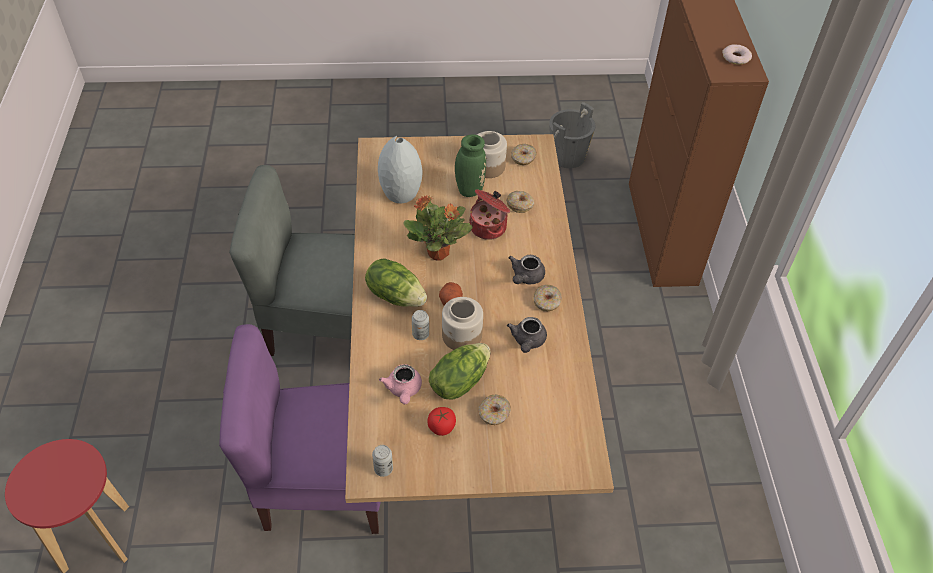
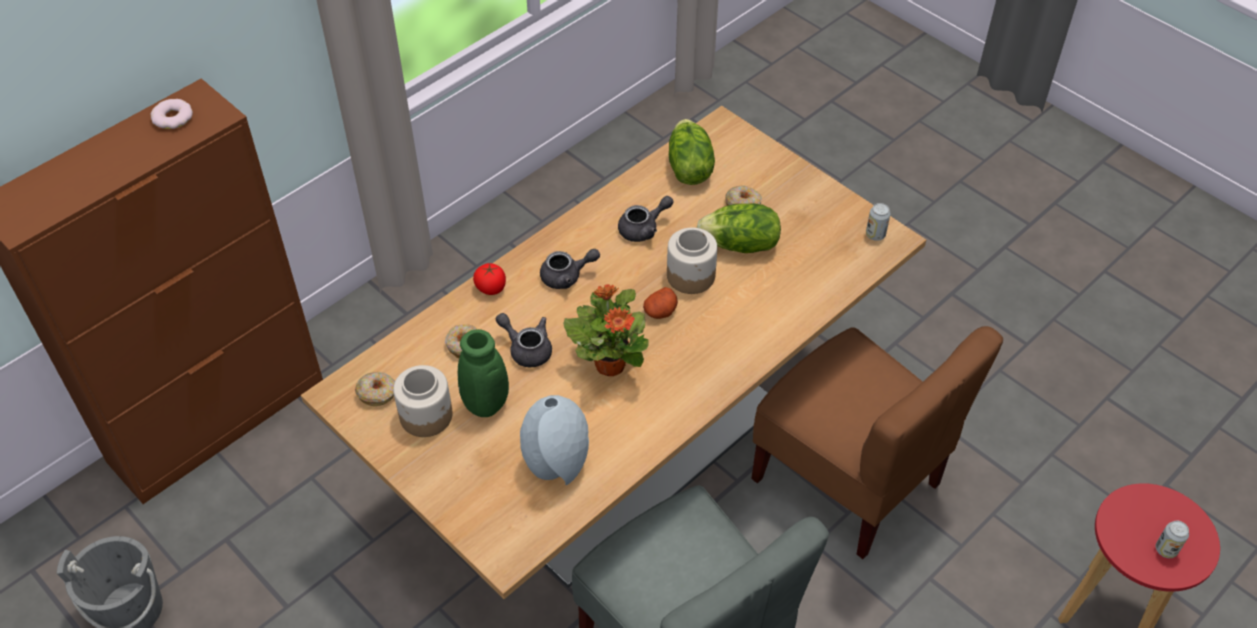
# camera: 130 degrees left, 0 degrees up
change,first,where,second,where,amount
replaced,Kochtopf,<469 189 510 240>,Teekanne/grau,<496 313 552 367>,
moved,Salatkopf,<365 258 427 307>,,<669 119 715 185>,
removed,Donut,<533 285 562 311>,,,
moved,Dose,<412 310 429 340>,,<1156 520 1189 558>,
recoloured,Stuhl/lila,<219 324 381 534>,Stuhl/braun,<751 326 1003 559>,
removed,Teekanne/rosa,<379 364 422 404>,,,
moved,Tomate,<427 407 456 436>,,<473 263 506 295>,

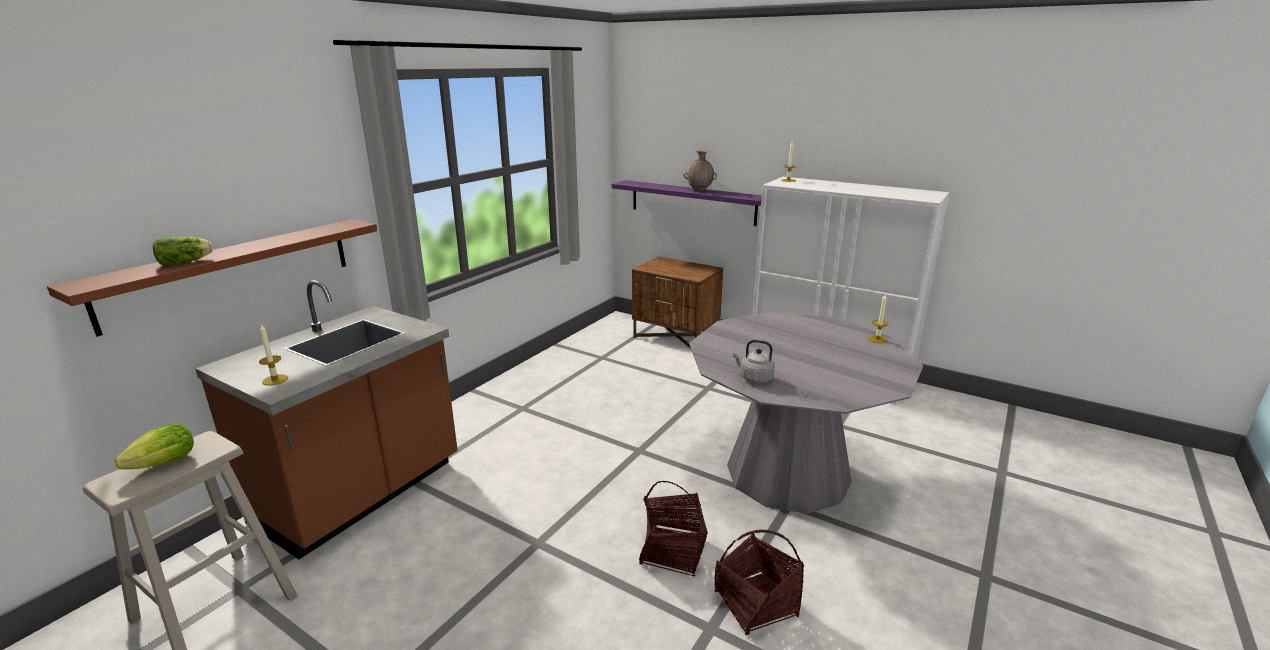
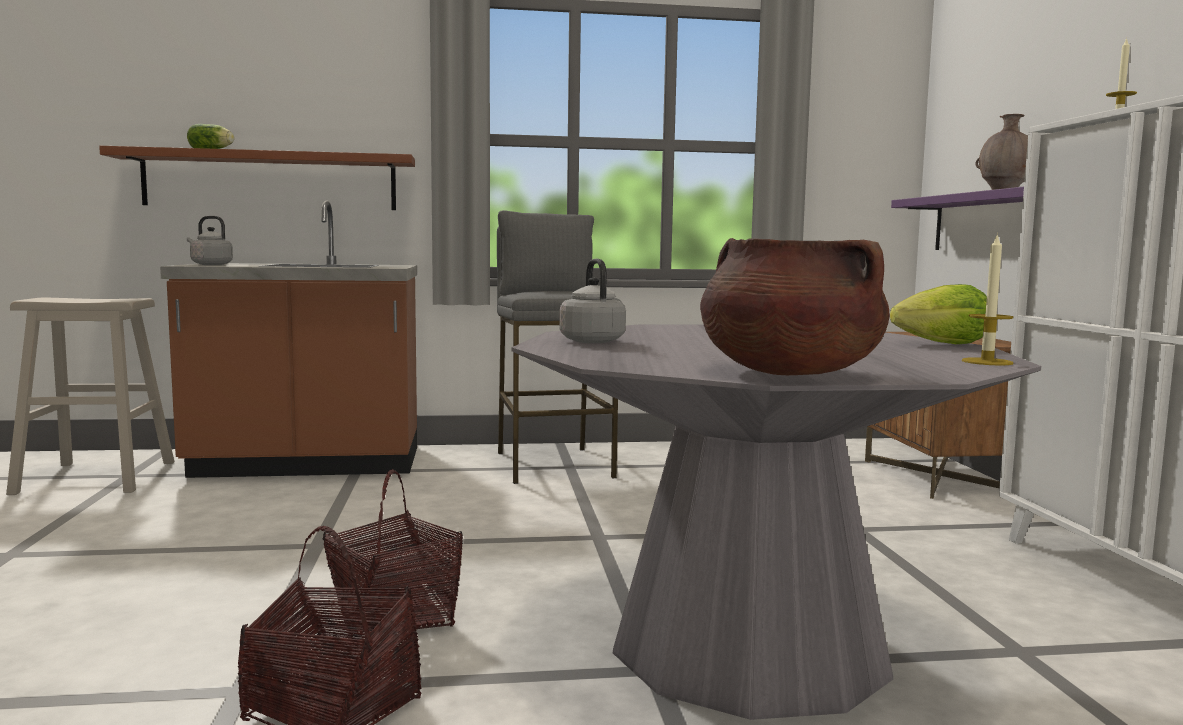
# camera: 50 degrees right, 15 degrees down
change,first,where,second,where,amount
replaced,Kerze,<259 324 288 386>,Wasserkessel/grau,<187 216 233 265>,
moved,Salatkopf,<115 423 194 469>,,<890 284 987 344>,
added,,,Hocker/grau,<497 210 622 484>,
added,,,Kochtopf/braun,<700 238 890 375>,

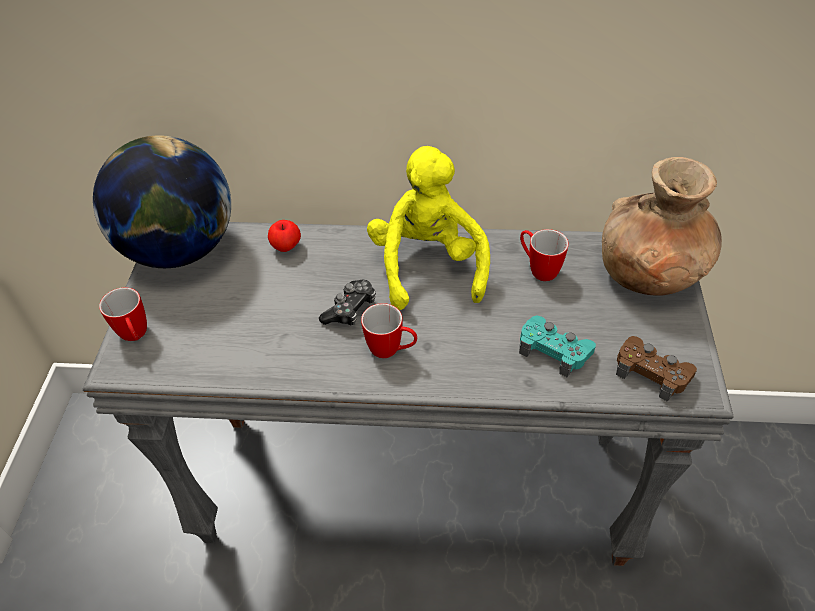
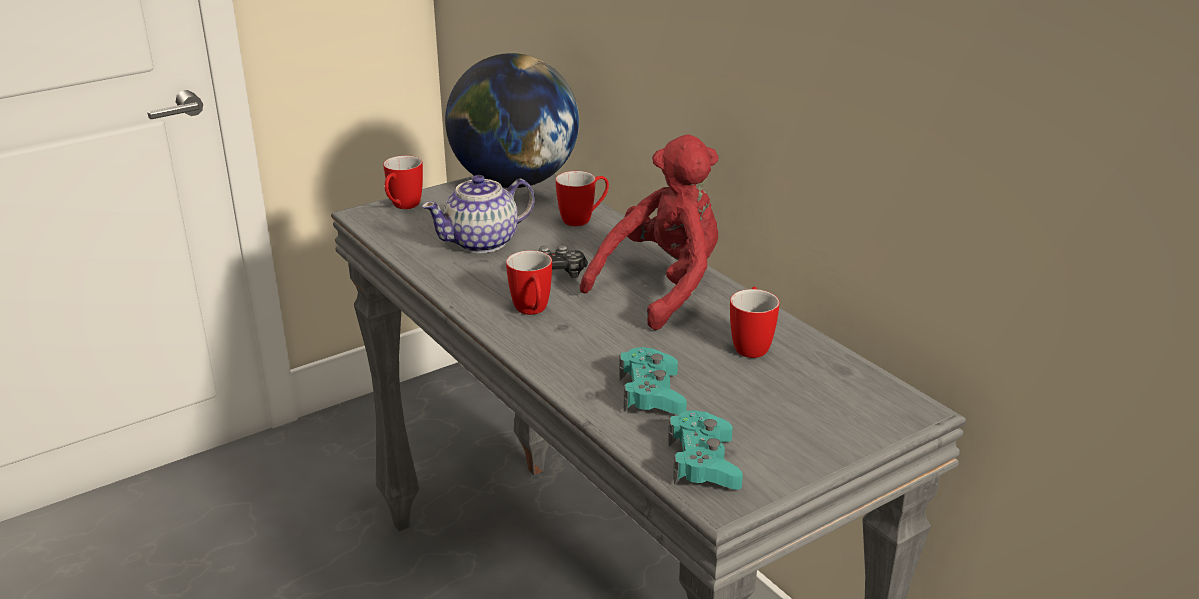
# camera: 50 degrees right, 20 degrees down
change,first,where,second,where,amount
recoloured,Plüschtier/gelb,<367 146 490 310>,Plüschtier/rot,<580 134 719 330>,
removed,Vase/braun,<602 157 722 296>,,,
replaced,Apfel,<268 220 301 252>,Henkelbecher,<555 171 609 226>,
recoloured,Gamepad/braun,<616 336 697 402>,Gamepad/türkis,<668 411 743 490>,
added,,,Teekanne,<422 175 535 253>,

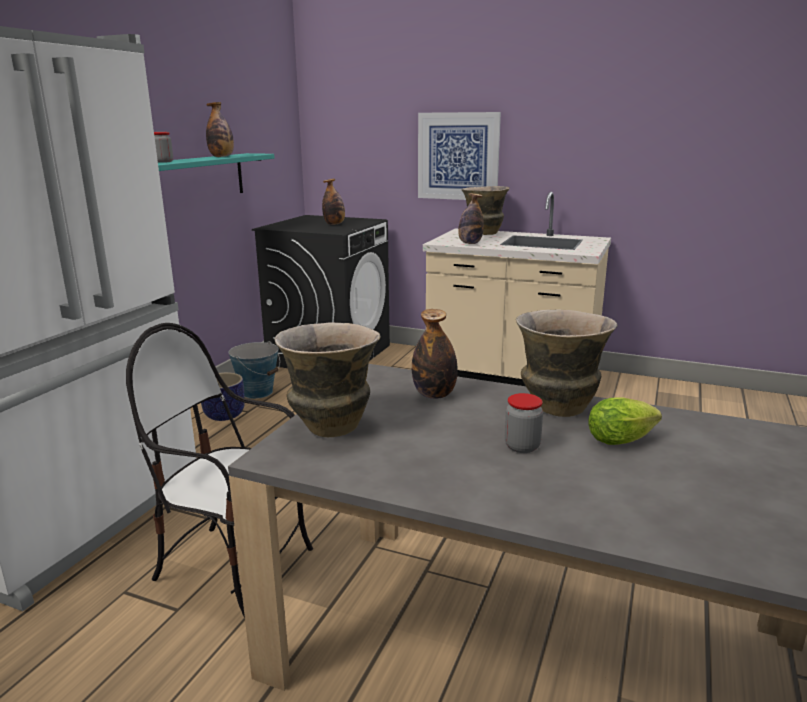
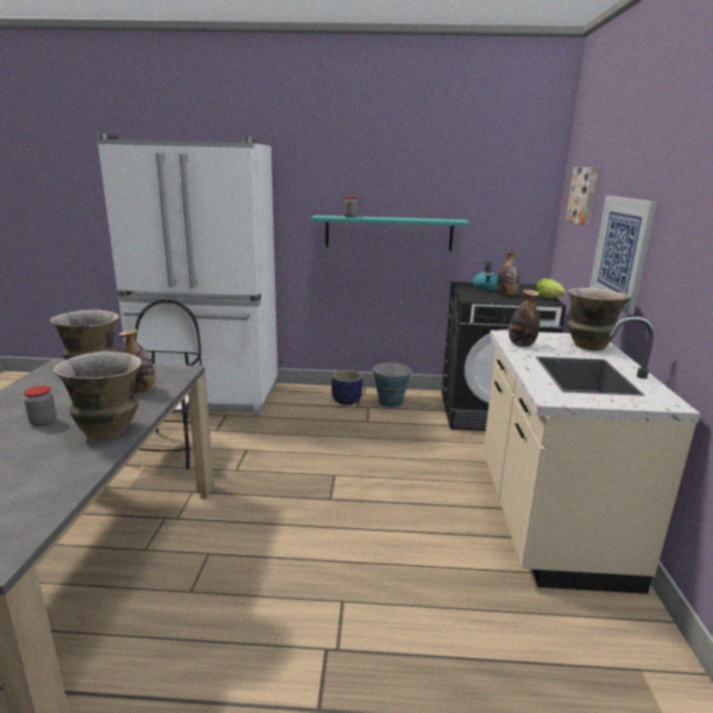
# camera: 70 degrees right, 0 degrees up
change,first,where,second,where,amount
removed,Flasche,<206 102 234 157>,,,
moved,Salatkopf,<589 397 662 445>,,<535 278 566 298>,
added,,,Bild,<566 167 598 226>,
added,,,Wasserkessel,<472 261 498 291>,

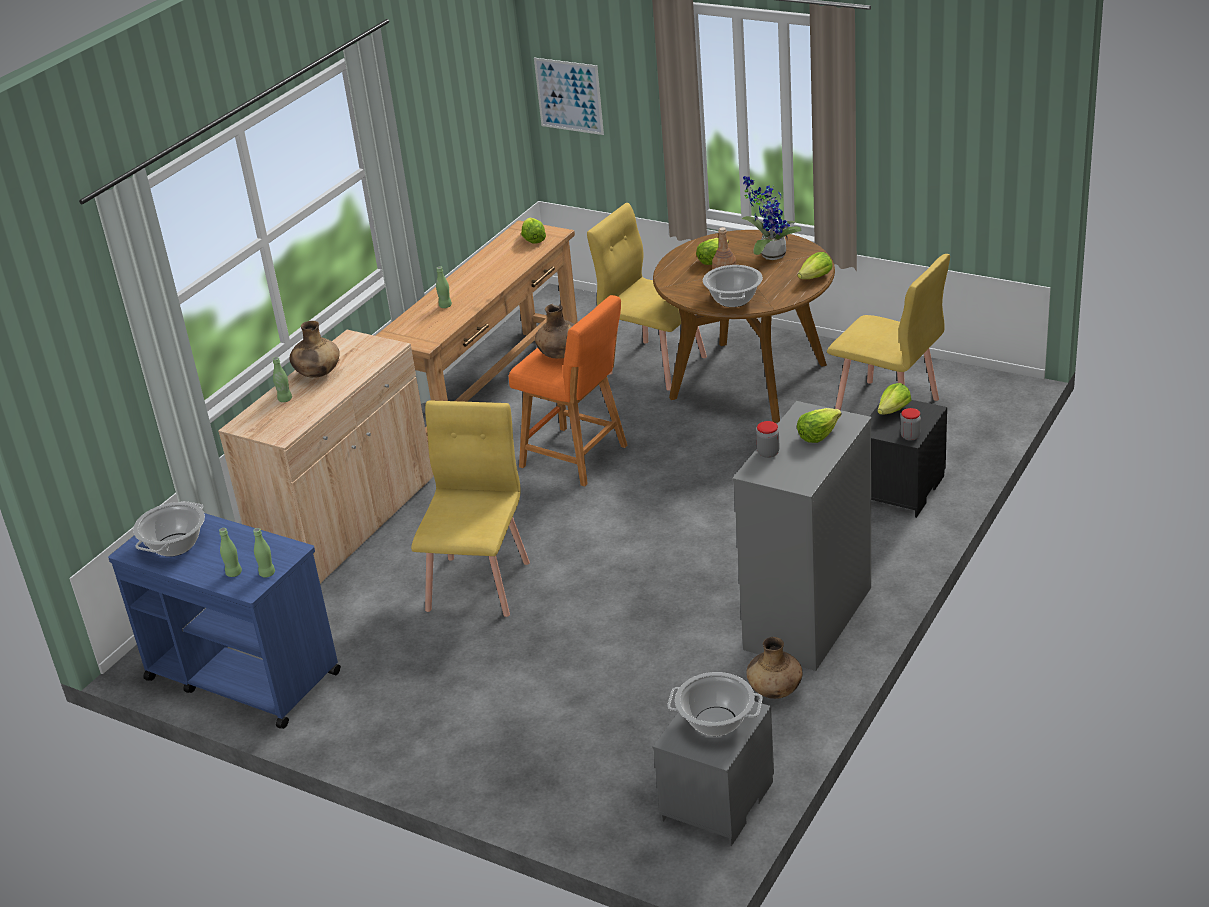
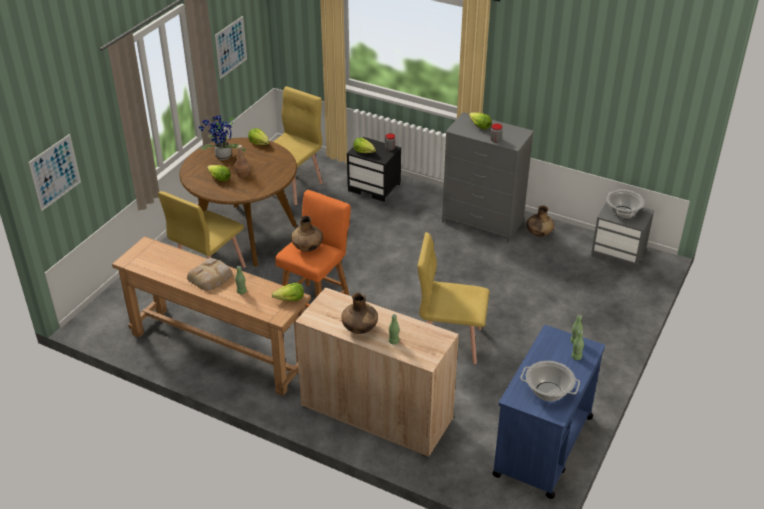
# camera: 95 degrees left, 5 degrees up
change,first,where,second,where,amount
moved,Salatkopf,<521 218 546 244>,,<272 283 304 301>,
removed,Kochtopf,<703 265 763 307>,,,
added,,,Bild,<215 16 247 79>,
added,,,Brot,<187 258 233 291>,

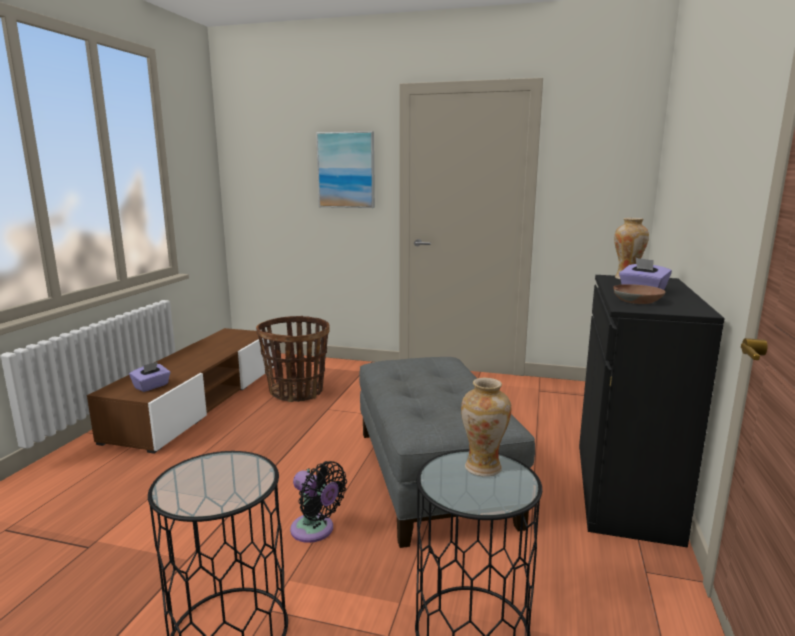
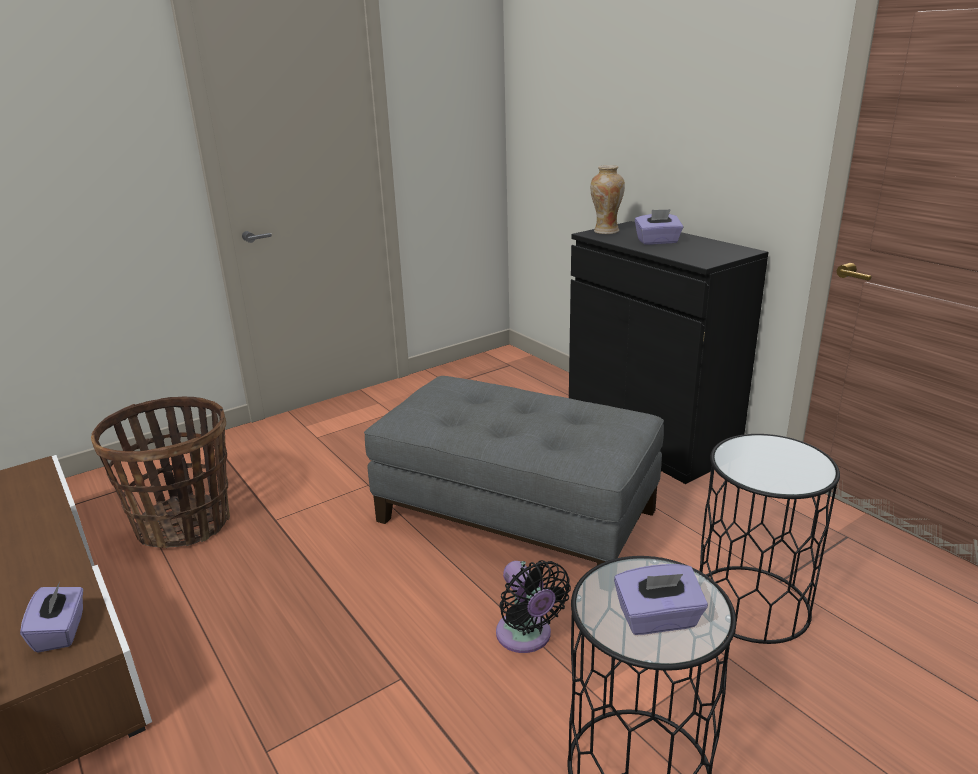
# camera: 50 degrees left, 10 degrees up
change,first,where,second,where,amount
removed,Bild,<316 131 375 208>,,,
removed,Schüssel/braun,<613 284 665 304>,,,
removed,Vase,<461 378 511 476>,,,
turned,Ventilator/schwarz,<290 461 347 543>,,<496 560 571 653>,75 degrees clockwise
added,,,Taschentuchbox/lila,<614 564 708 635>,

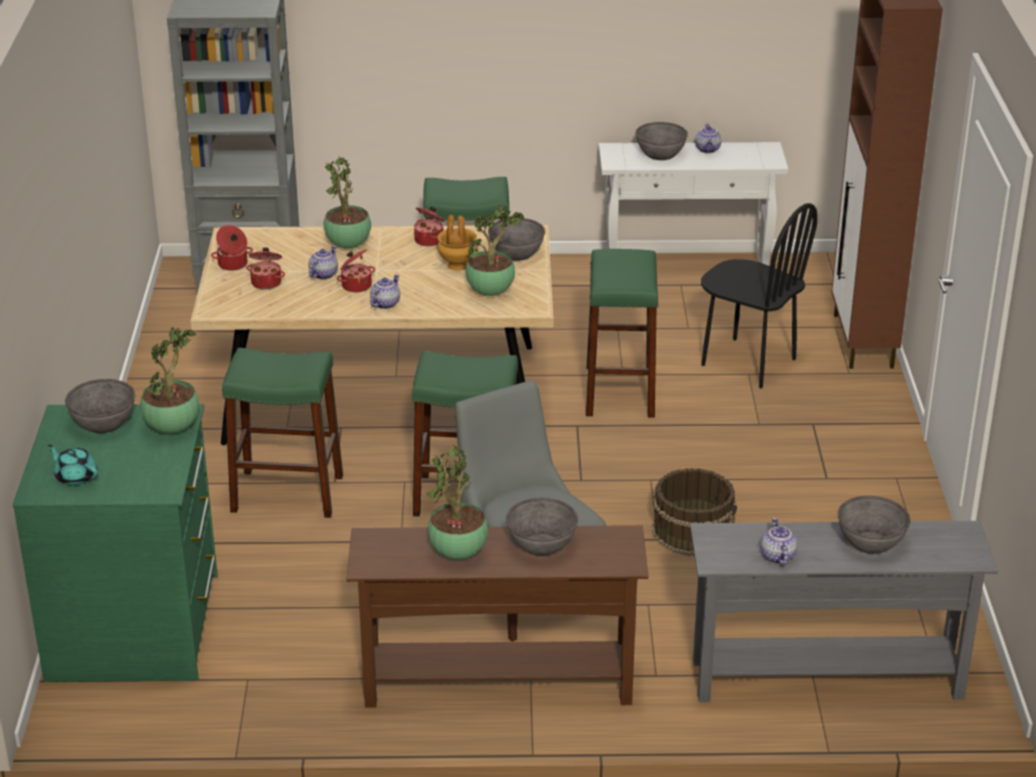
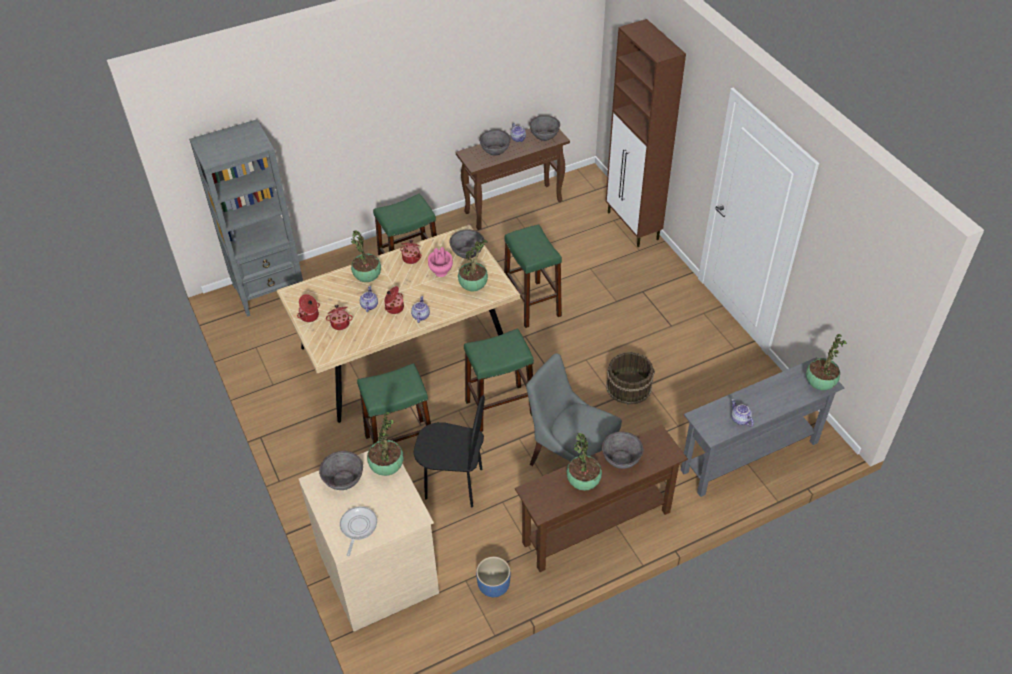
# camera: 25 degrees left, 15 degrees up
change,first,where,second,where,amount
recoloured,Konsolentisch/weiß,<599 142 788 266>,Konsolentisch/braun,<456 129 570 230>,
moved,Stuhl/schwarz,<701 203 818 388>,,<413 395 485 507>,
recoloured,Vase/braun,<437 215 478 271>,Vase/rosa,<428 247 453 277>,
recoloured,Kommode/grün,<13 404 218 682>,Kommode/beige,<299 451 439 632>,
replaced,Teekanne/türkis,<48 445 97 486>,Pfanne,<340 506 377 556>,
moved,Schüssel/grau,<838 496 910 554>,,<529 115 560 141>,
added,,,Topfpflanze,<806 334 847 390>,
added,,,Pflanzkübel/blau,<476 557 511 597>,

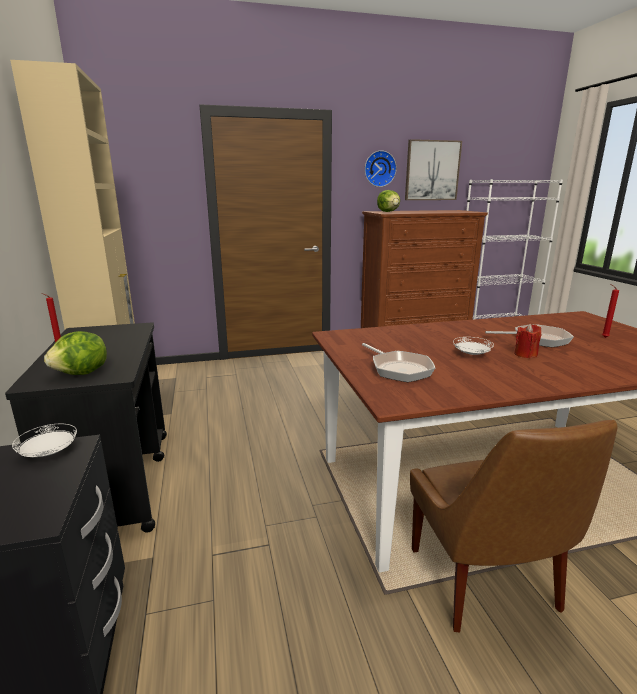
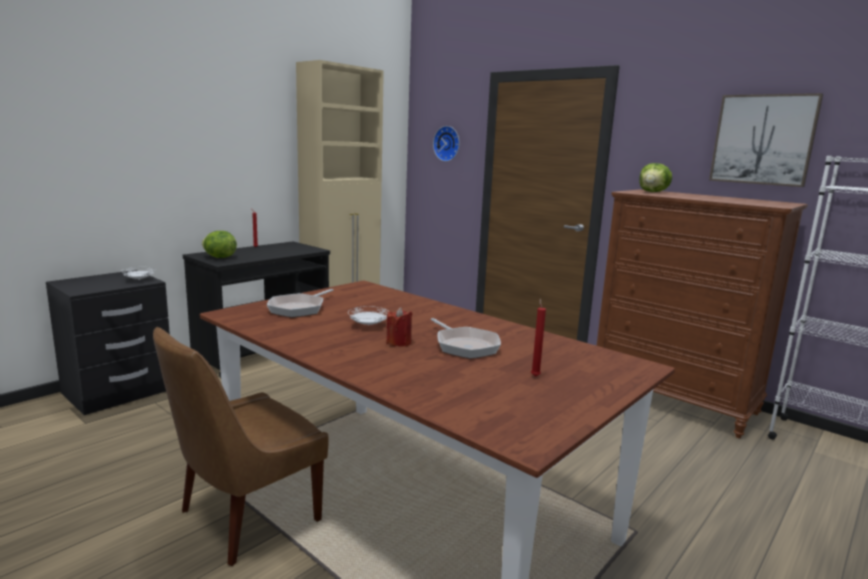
# camera: 55 degrees right, 5 degrees down
change,first,where,second,where,amount
moved,Wanduhr,<365 150 397 187>,,<433 126 460 161>,

